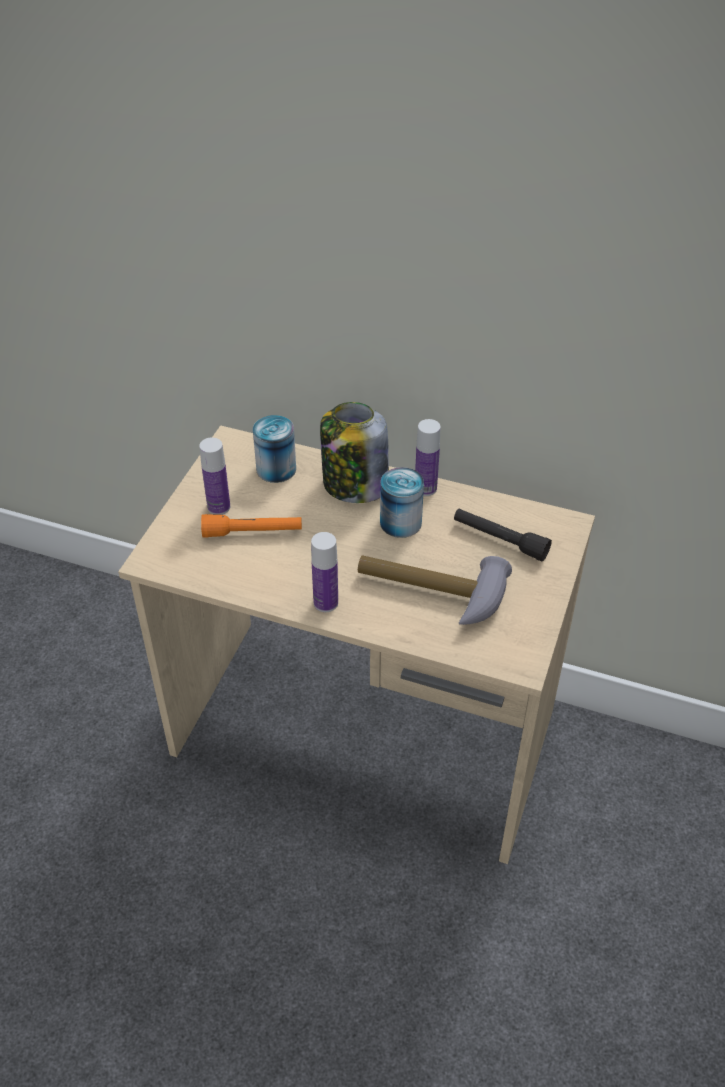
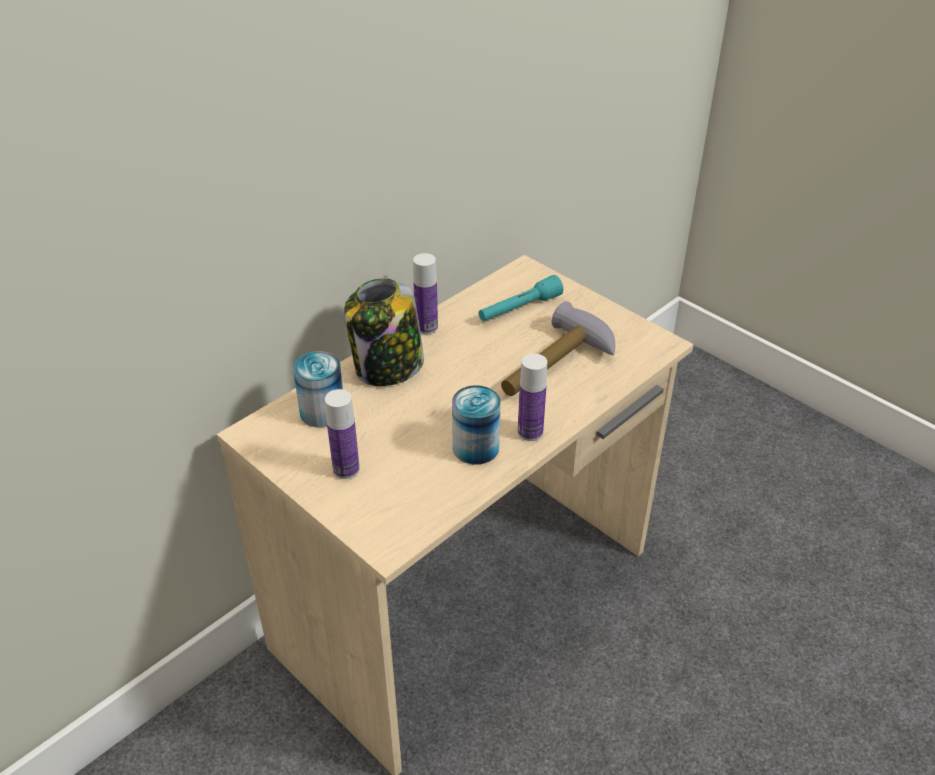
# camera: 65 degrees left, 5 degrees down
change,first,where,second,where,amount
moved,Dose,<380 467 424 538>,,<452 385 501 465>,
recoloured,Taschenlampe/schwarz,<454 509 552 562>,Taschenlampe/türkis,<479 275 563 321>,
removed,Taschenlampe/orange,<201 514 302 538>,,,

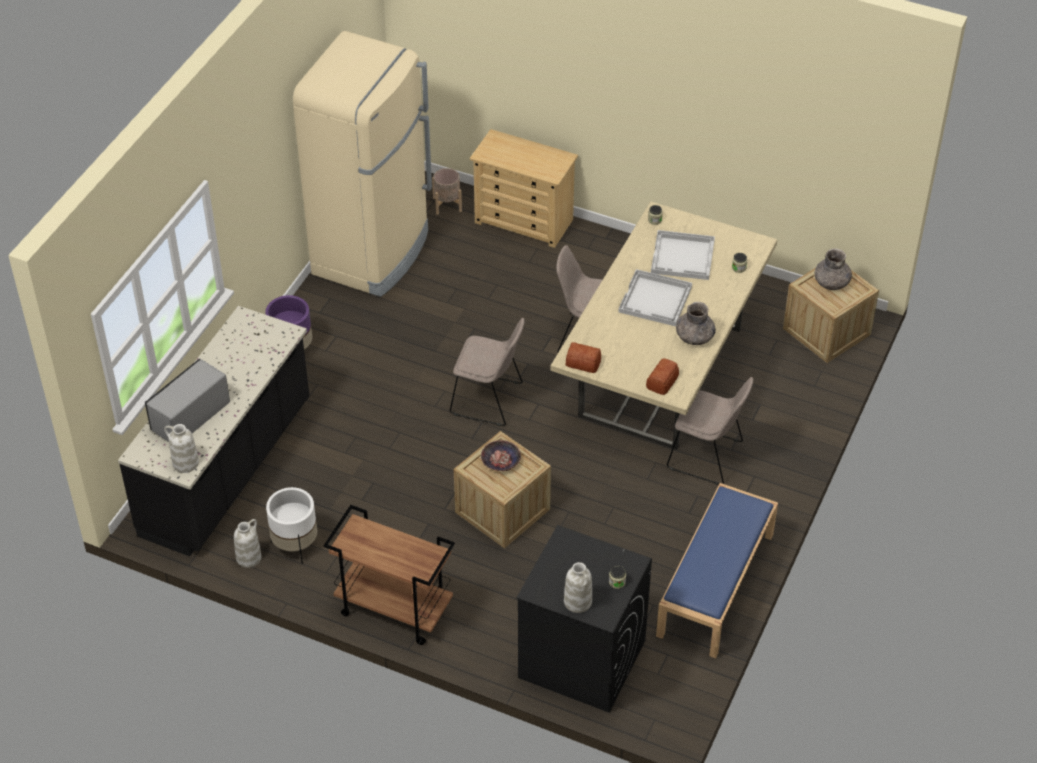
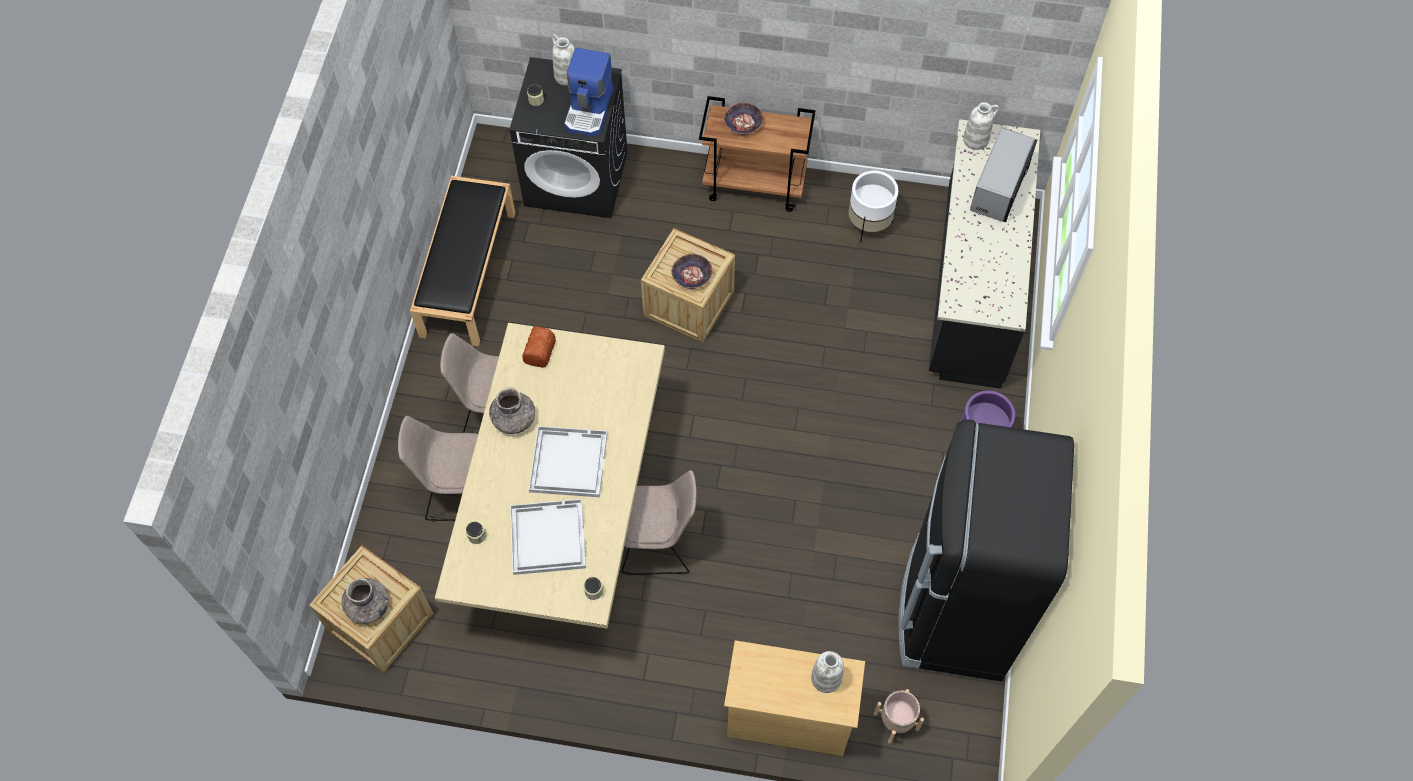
# camera: 165 degrees right, 15 degrees up
change,first,where,second,where,amount
recoloured,Kühlschrank/beige,<293 31 432 297>,Kühlschrank/schwarz,<898 420 1074 681>,
moved,Stuhl/beige,<450 318 525 426>,,<398 416 478 522>,
removed,Brot,<566 342 601 373>,,,
recoloured,Bank/blau,<656 483 778 658>,Bank/schwarz,<410 176 515 346>,
moved,Vase/weiß,<234 519 262 568>,,<811 651 844 693>,
added,,,Kaffeemaschine,<564 48 614 137>,
added,,,Schüssel,<724 102 763 136>,

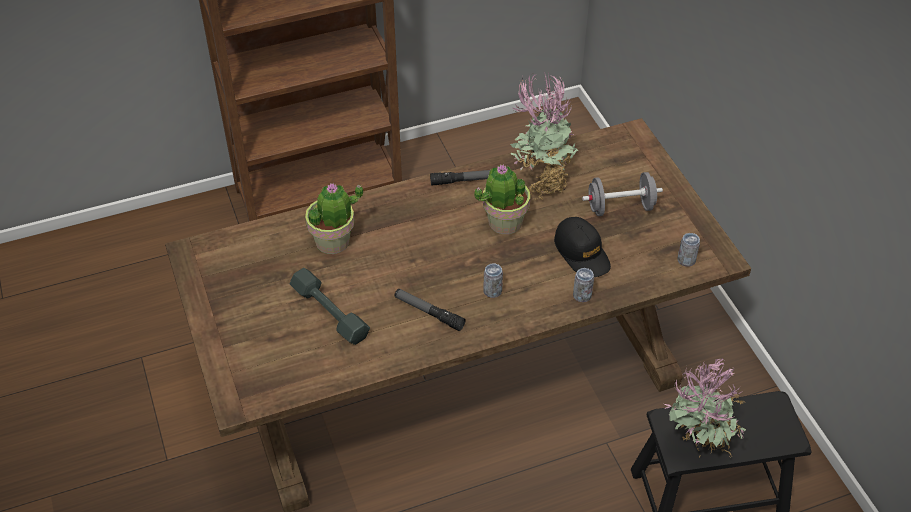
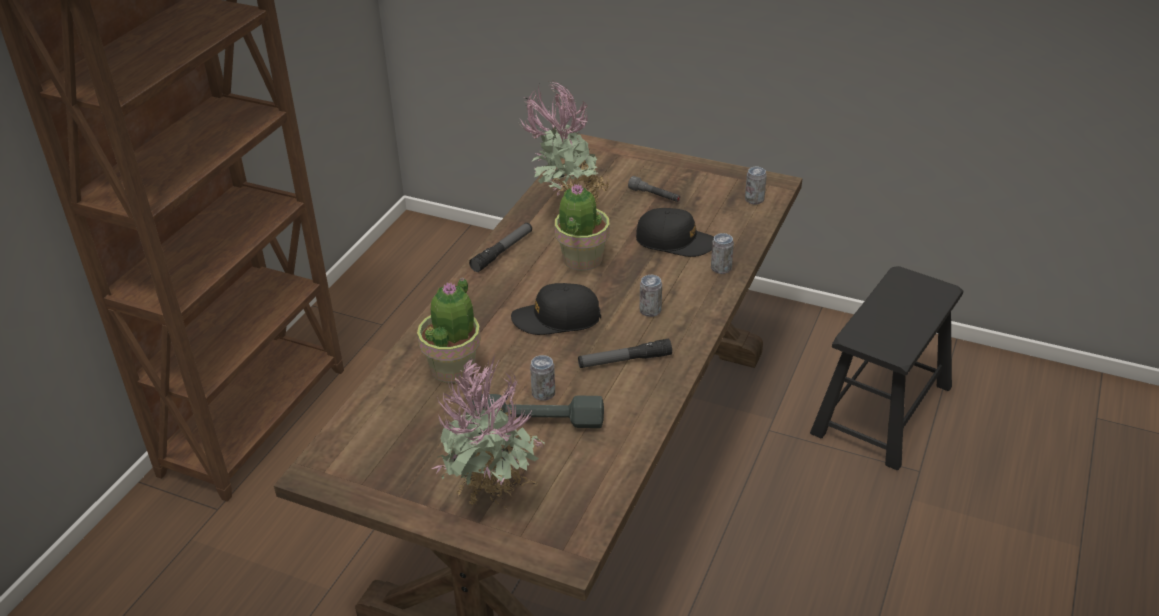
# camera: 45 degrees left, 10 degrees down
change,first,where,second,where,amount
replaced,Hantel/grau,<582 172 663 216>,Taschenlampe/grau,<628 176 680 202>,
moved,Topfpflanze,<664 358 746 458>,,<432 354 545 509>,
added,,,Kappe/schwarz,<511 283 601 335>,
added,,,Dose,<530 355 555 401>,

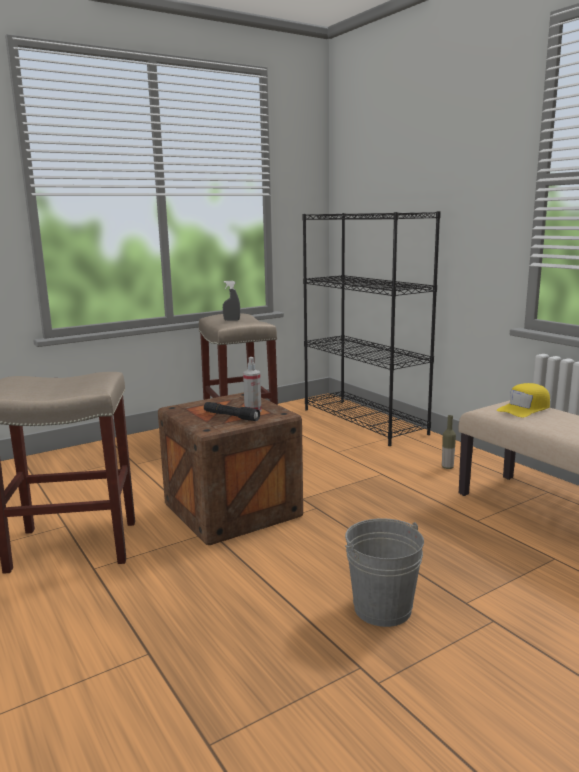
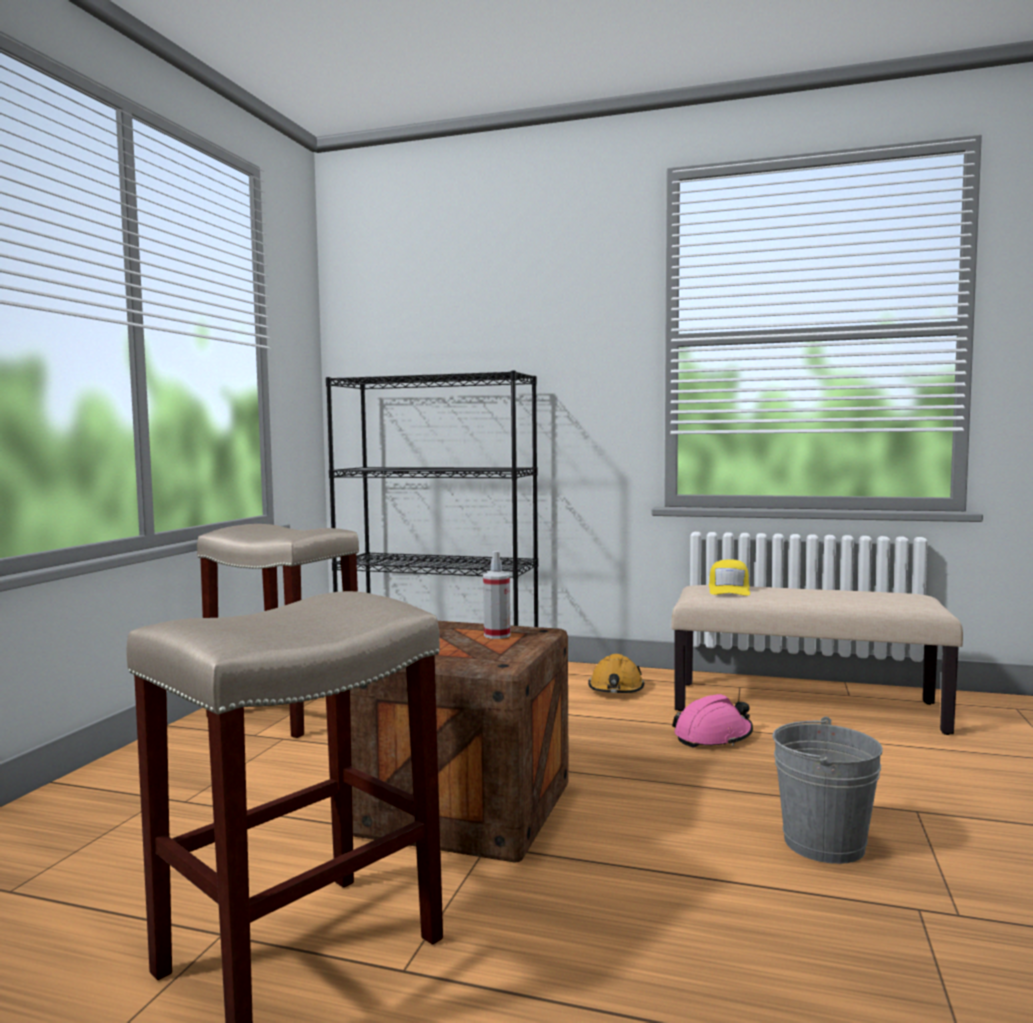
# camera: 40 degrees left, 10 degrees down
change,first,where,second,where,amount
removed,Sprühflasche/grau,<223 281 240 321>,,,
removed,Taschenlampe/schwarz,<204 402 260 421>,,,
replaced,Flasche,<442 415 456 469>,Schutzhelm/orange,<588 654 645 693>,
added,,,Schutzhelm/rosa,<672 694 753 748>,

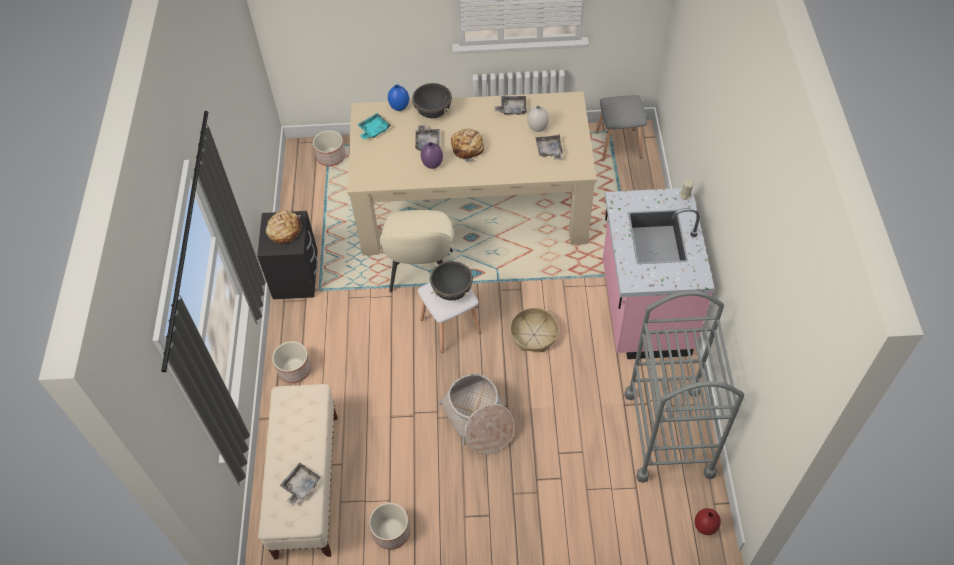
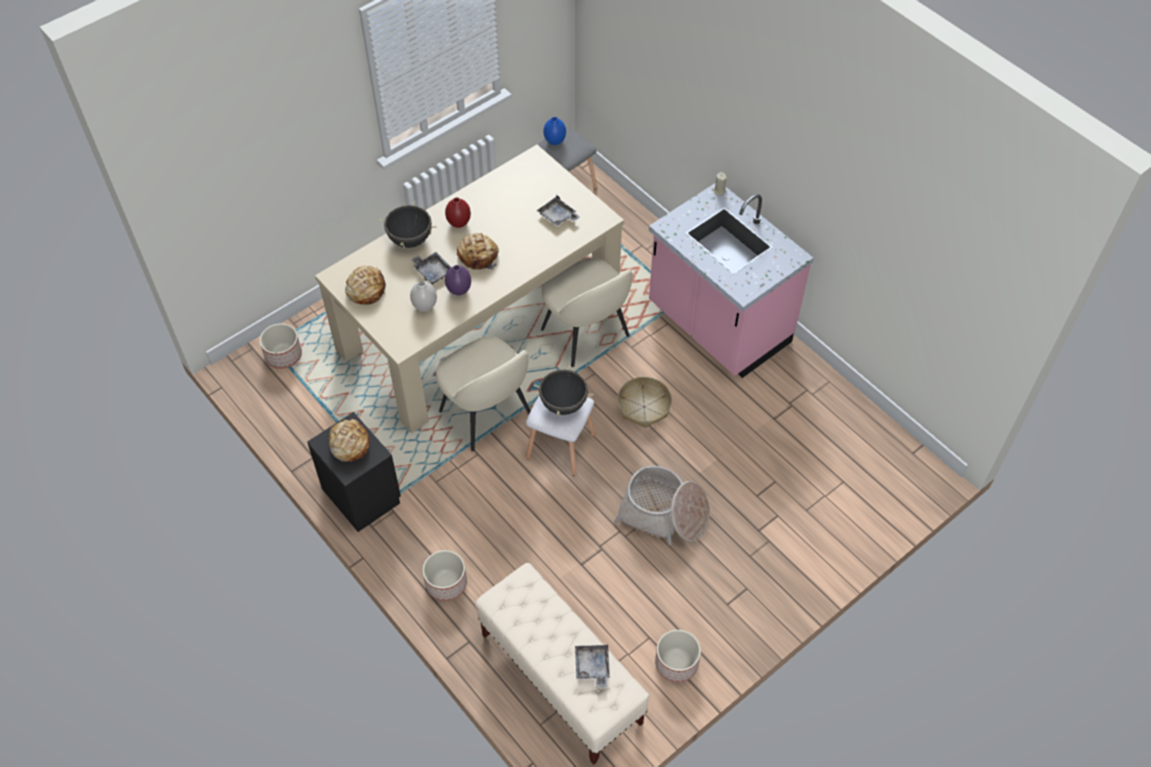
# camera: 40 degrees left, 0 degrees up
change,first,where,second,where,amount
moved,Vase/blau,<388 85 409 111>,,<543 117 566 145>,
removed,Tablett/grau,<495 96 527 115>,,,
moved,Vase/weiß,<527 105 549 132>,,<410 281 437 312>,
replaced,Tablett/türkis,<357 113 391 140>,Brot,<345 266 386 304>,
removed,Rollwagen/grau,<624 291 744 483>,,,
moved,Vase/rot,<695 508 721 535>,,<445 197 471 228>,
added,,,Stuhl/beige,<541 258 633 367>,

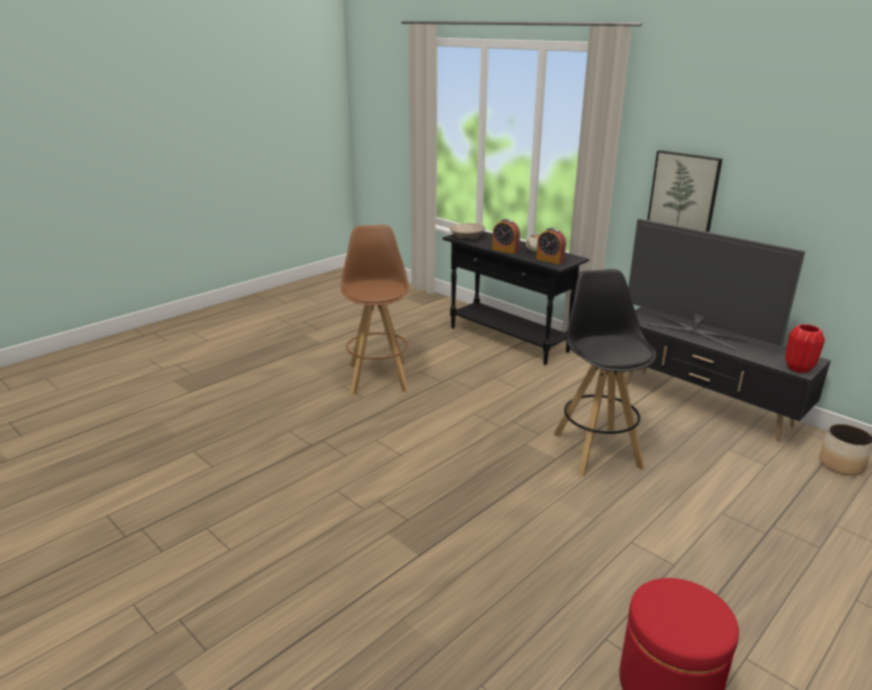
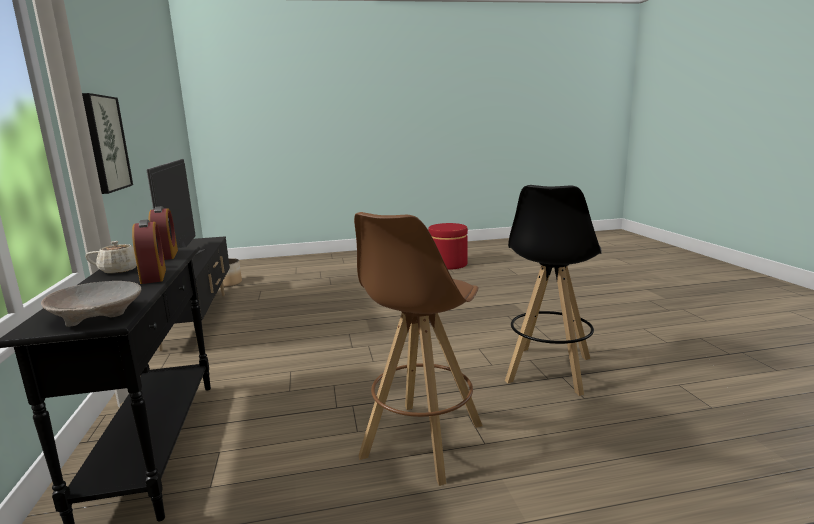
# camera: 145 degrees left, 10 degrees down
change,first,where,second,where,amount
moved,Hocker/schwarz,<553 269 656 476>,,<505 185 602 396>,
removed,Vase/rot,<785 324 825 373>,,,

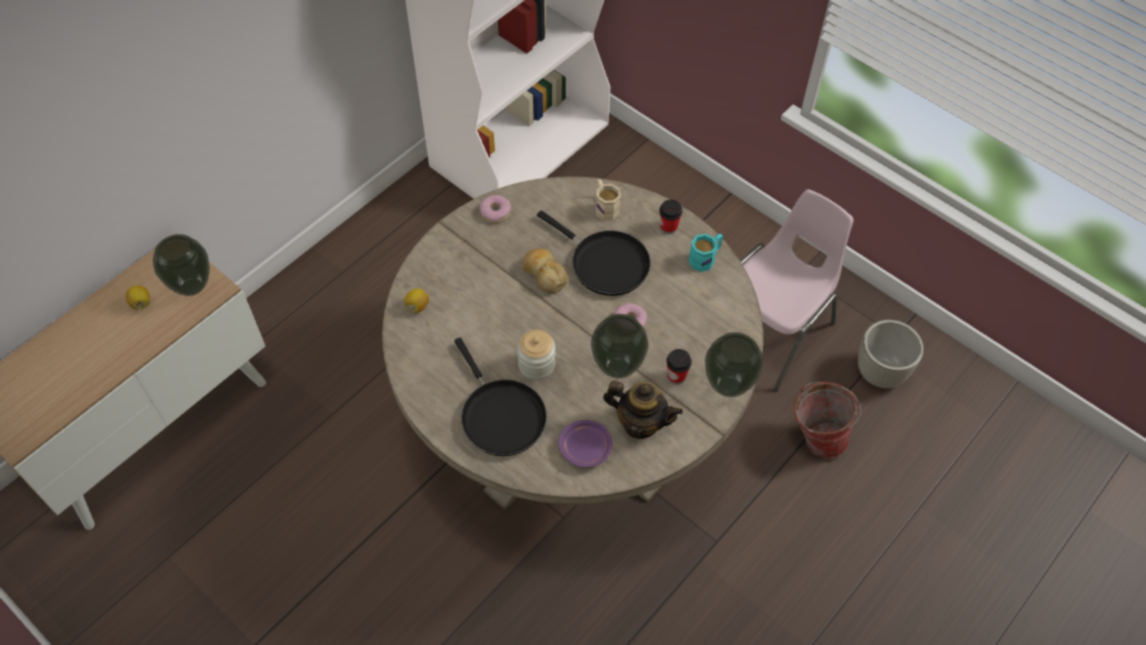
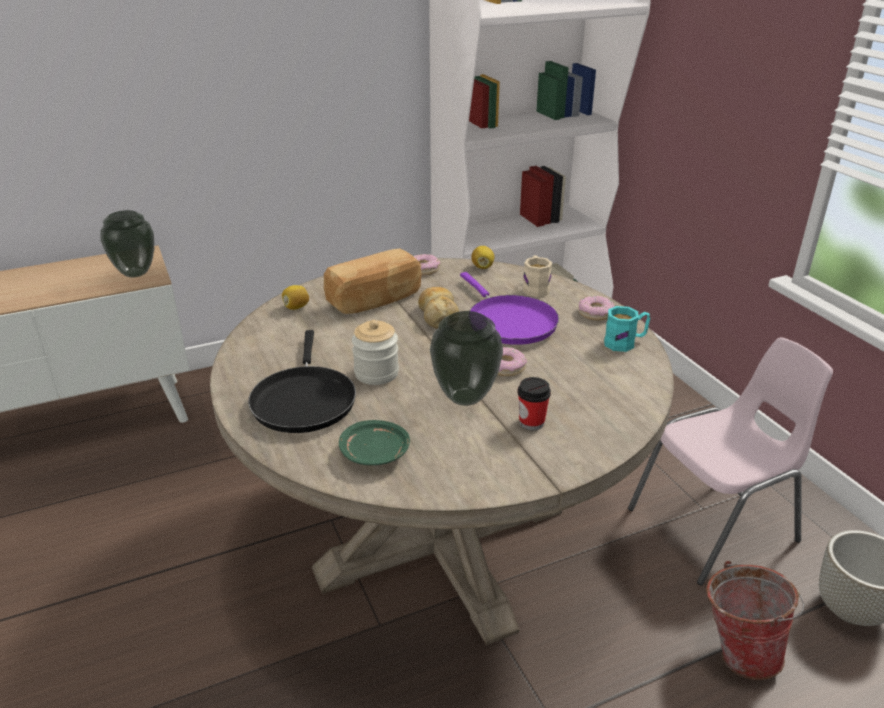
# camera: 25 degrees right, 25 degrees down
change,first,where,second,where,amount
replaced,Tasse,<659 200 682 234>,Donut,<579 296 615 321>,
recoloured,Pfanne/schwarz,<537 210 651 296>,Pfanne/lila,<460 272 559 345>,
moved,Zitrone,<126 286 150 310>,,<471 246 495 269>,
removed,Vase,<705 332 763 397>,,,
removed,Teekanne,<603 380 683 439>,,,
recoloured,Teller/lila,<558 420 612 468>,Teller/grün,<339 420 410 465>,
added,,,Brot,<324 249 421 314>,

